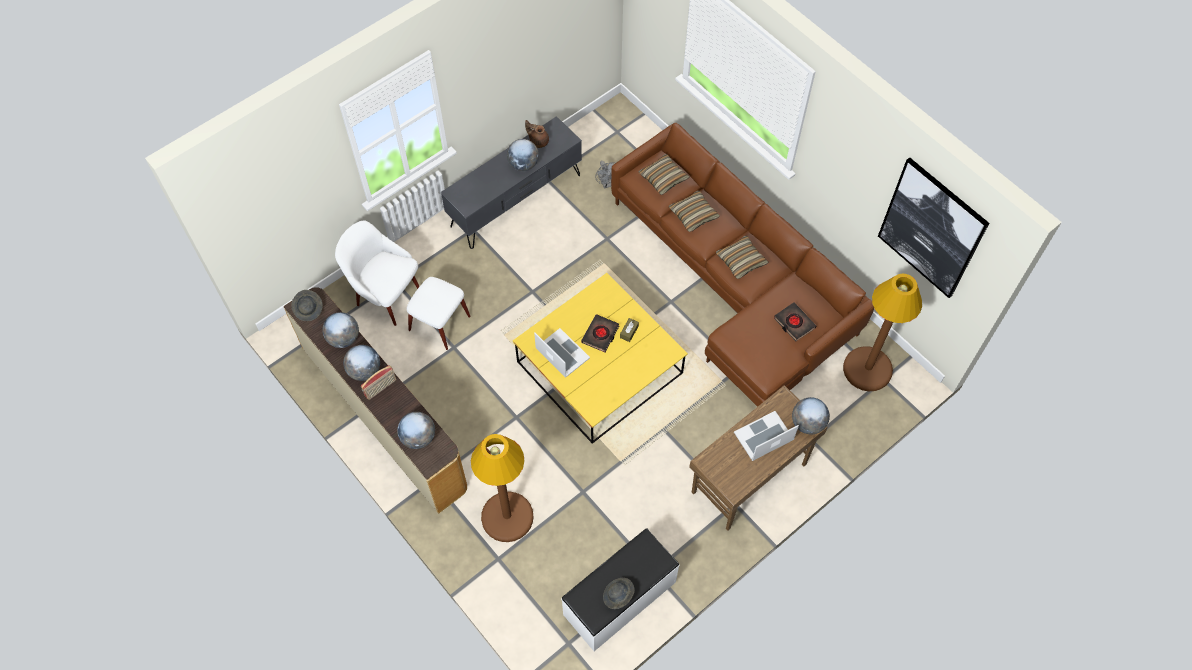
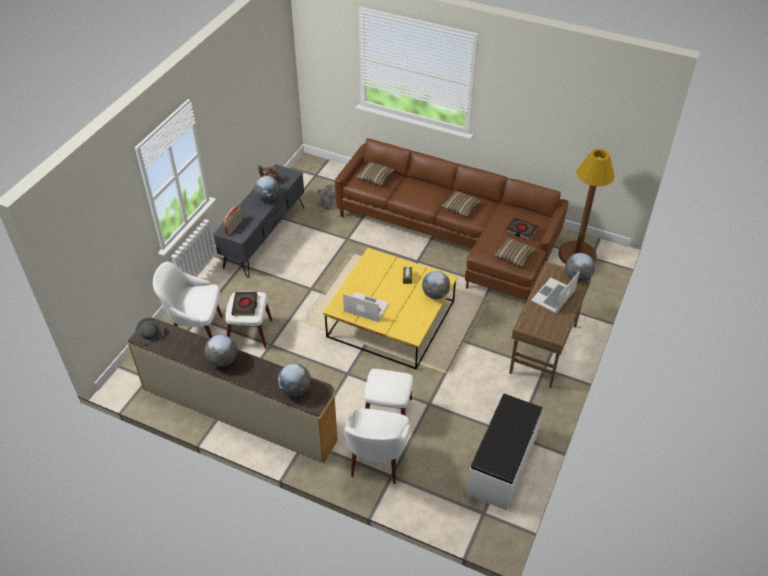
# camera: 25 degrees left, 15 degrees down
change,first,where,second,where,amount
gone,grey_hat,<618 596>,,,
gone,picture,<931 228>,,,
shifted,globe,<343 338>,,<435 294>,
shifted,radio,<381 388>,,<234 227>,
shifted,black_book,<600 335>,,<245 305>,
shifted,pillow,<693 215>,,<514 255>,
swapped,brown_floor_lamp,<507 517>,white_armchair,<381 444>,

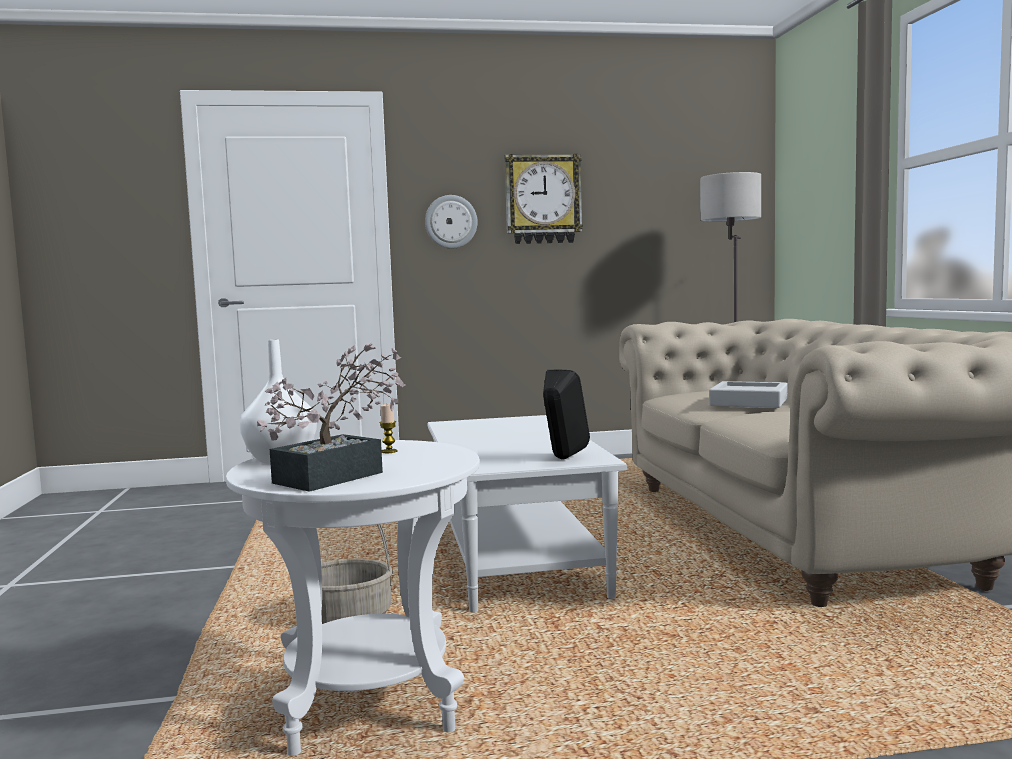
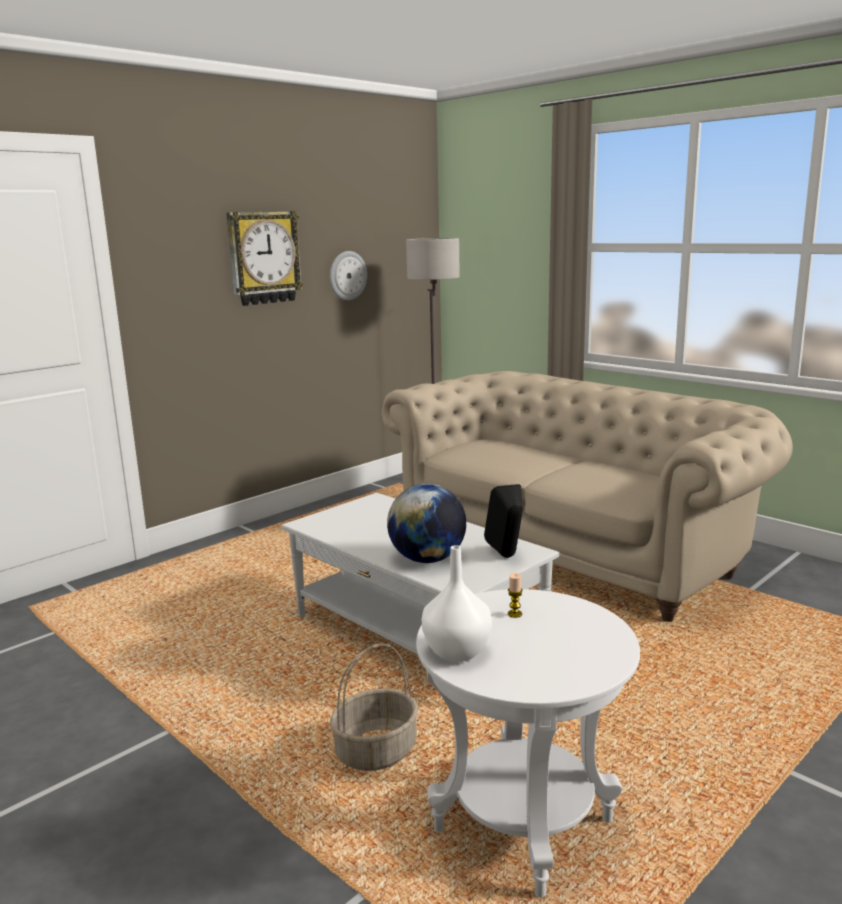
# camera: 35 degrees left, 10 degrees up
change,first,where,second,where,amount
gone,potted_plant,<339 475>,,,
gone,grey_tray,<749 402>,,,
new,,,globe,<427 559>,
shifted,wall_clock,<451 222>,,<347 275>,

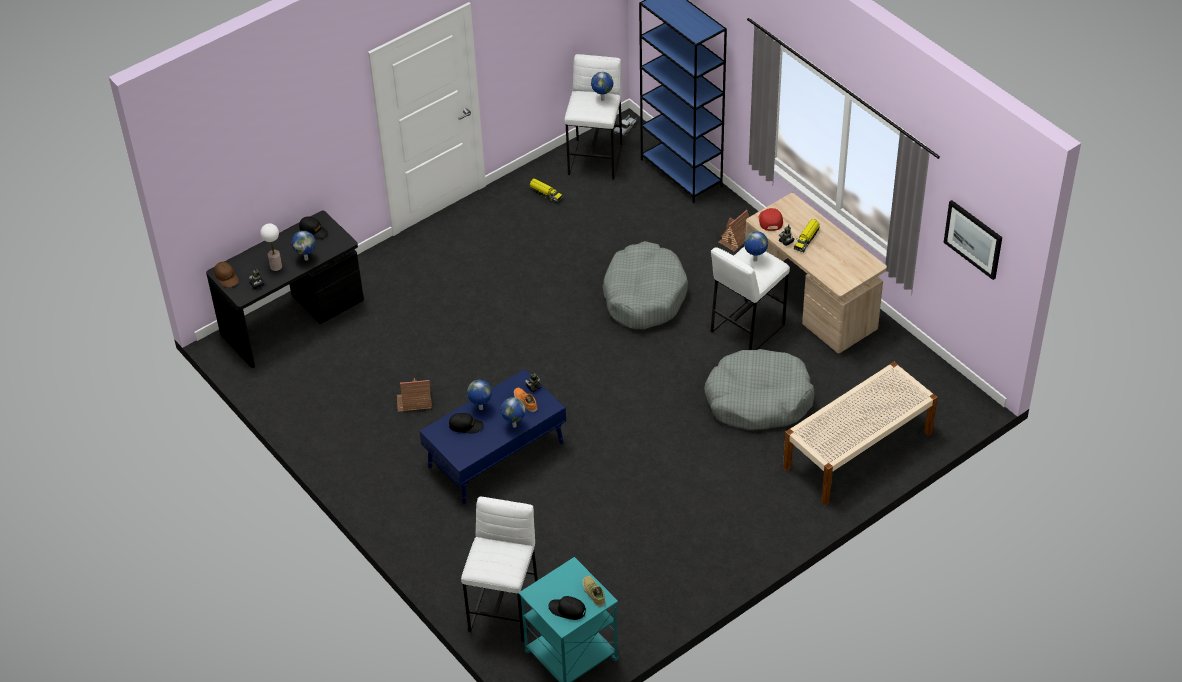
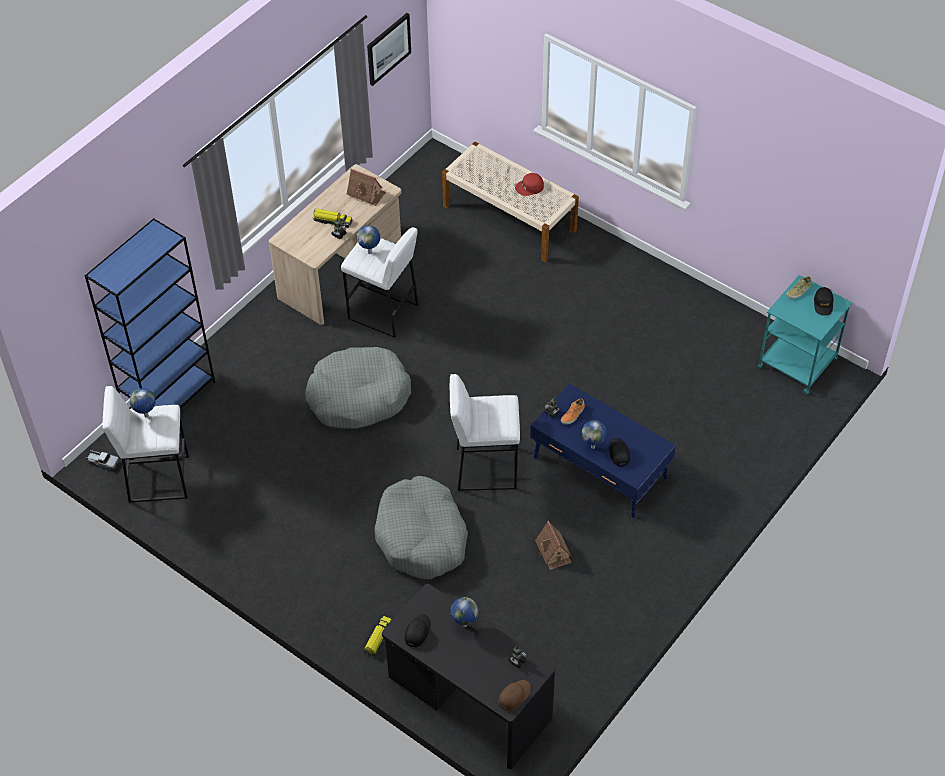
# camera: 105 degrees left, 5 degrees up
change,first,where,second,where,amount
gone,table_lamp,<276 266>,,,
gone,globe,<513 426>,,,
shifted,white_stool,<504 610>,,<485 468>,
shifted,toy_truck,<545 194>,,<378 639>,
shifted,grey_dog_bed,<758 400>,,<421 536>,
shifted,toy_house,<736 238>,,<366 193>,
shifted,red_cap,<770 220>,,<529 187>,

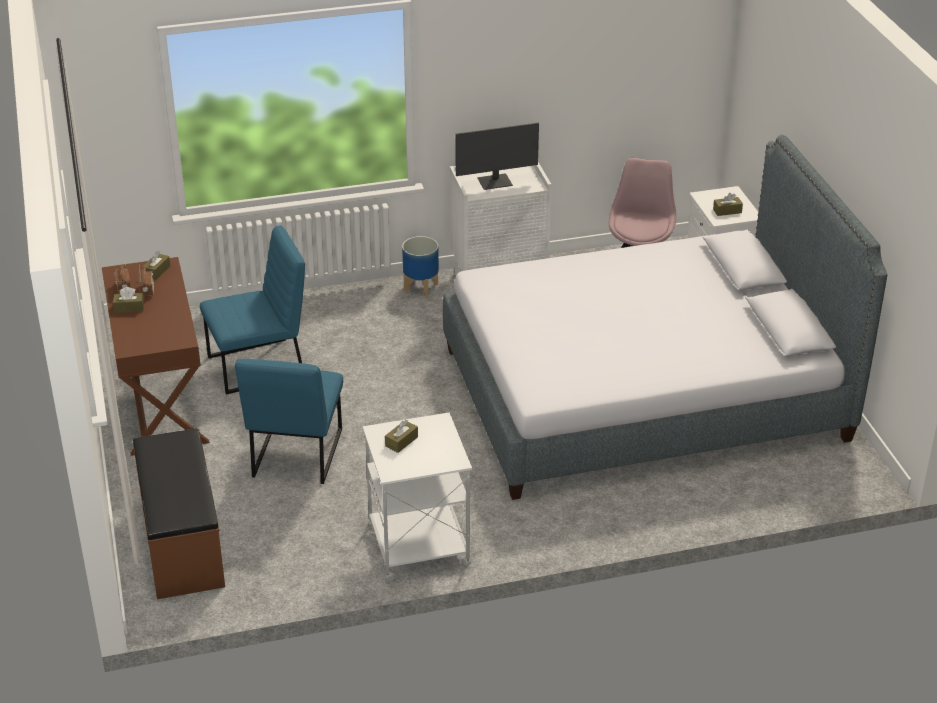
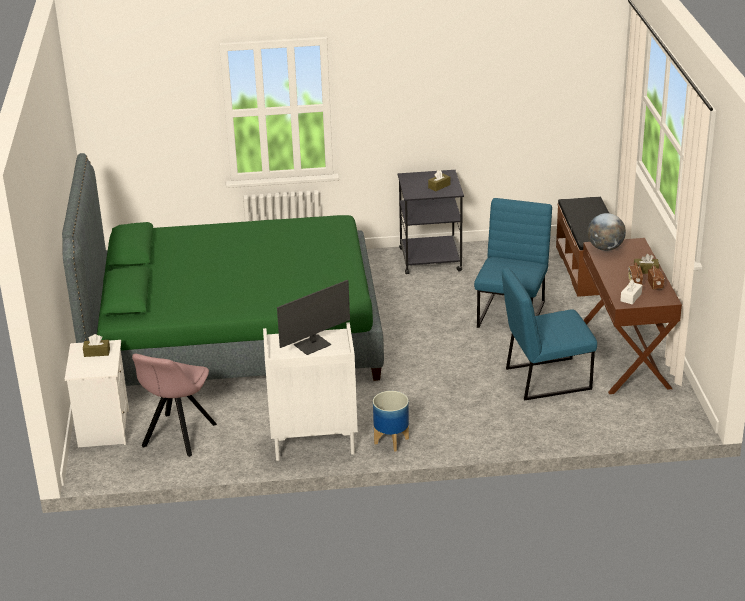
# camera: 170 degrees left, 5 degrees down
change,first,where,second,where,amount
new,,,globe,<605 248>,
repainted,brown_tissue_box,<157 271>,white_tissue_box,<631 297>,
repainted,white_cart,<417 545>,black_cart,<431 259>,
repainted,grey_bed,<644 393>,green_bed,<233 337>,
rotated,monitor,<495 182>,,<313 345>,150 degrees clockwise

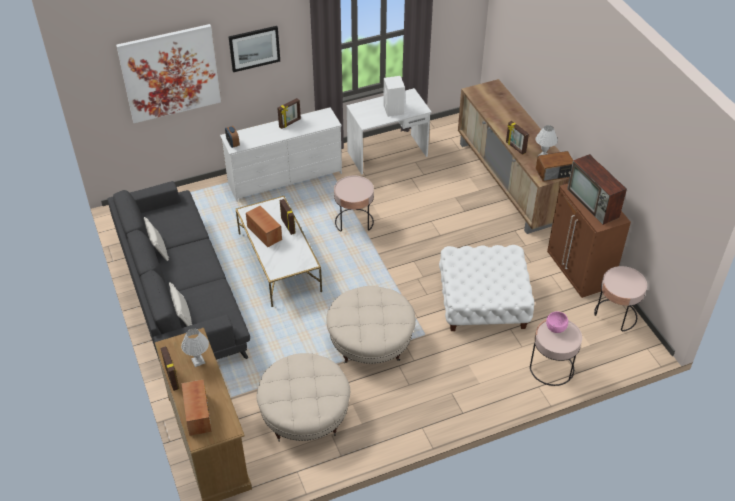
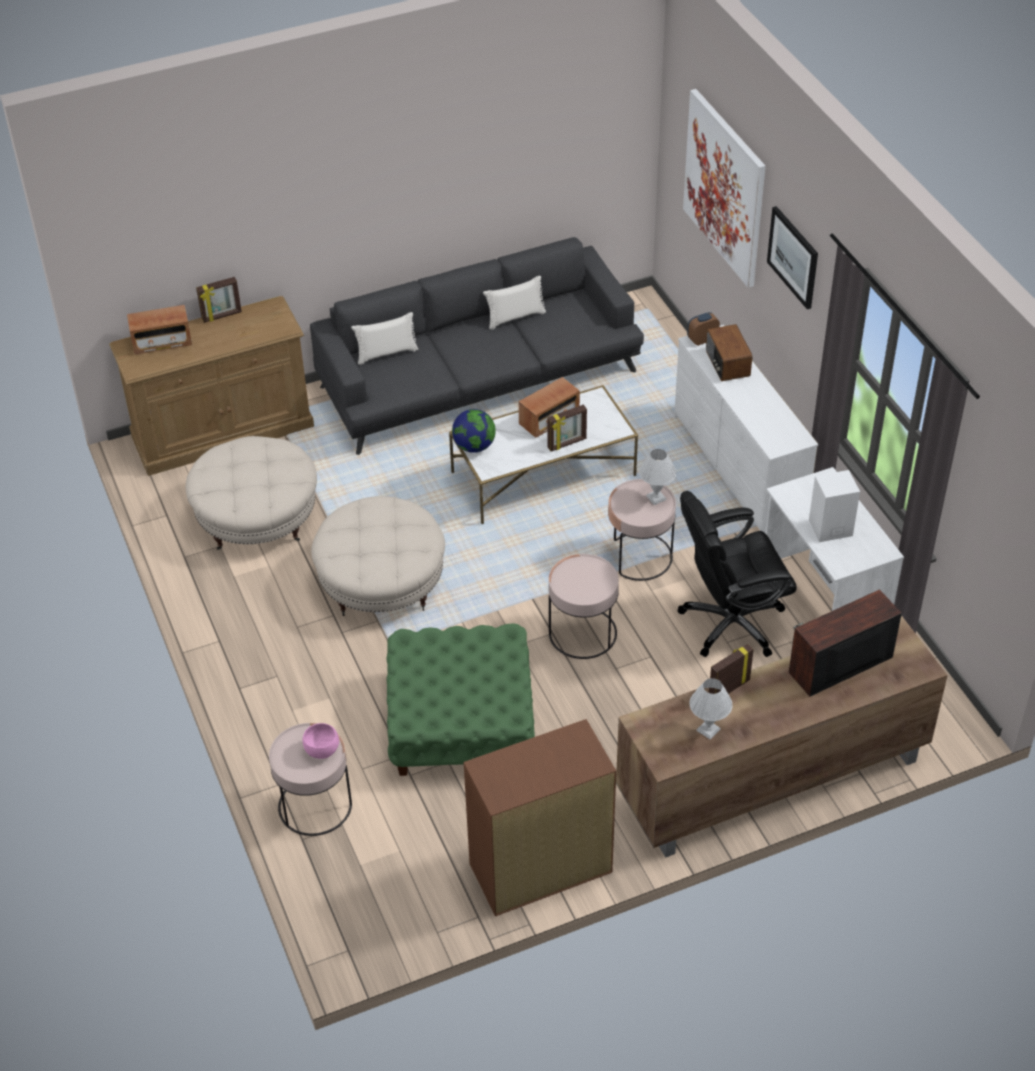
# camera: 90 degrees right, 0 degrees up
change,first,where,second,where,amount
gone,picture_frame,<290 123>,,,
new,,,globe,<474 446>,
new,,,black_office_chair,<732 623>,
shifted,white_table_lamp,<198 361>,,<656 497>,
shifted,radio,<554 173>,,<727 363>,
shifted,television,<594 204>,,<839 666>,
shifted,pink_side_table,<615 315>,,<582 633>,
repainted,white_ottoman,<483 301>,green_ottoman,<460 722>,

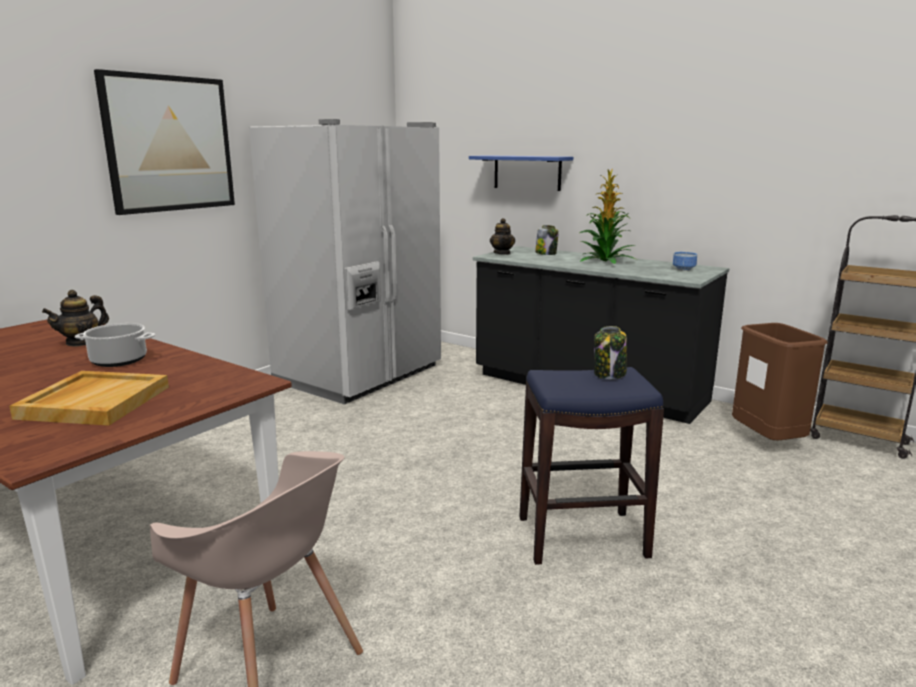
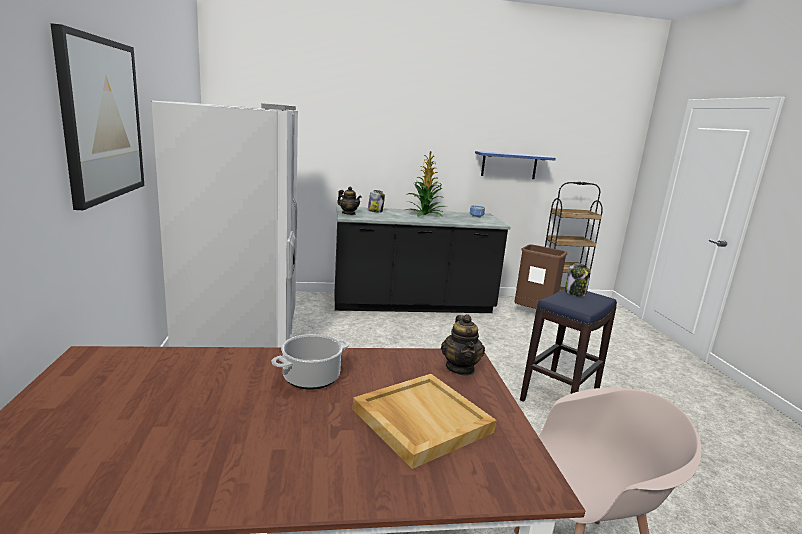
# camera: 45 degrees left, 0 degrees up
change,first,where,second,where,amount
shifted,teapot,<81 342>,,<460 368>,
shifted,blue_shelf,<527 172>,,<509 165>,

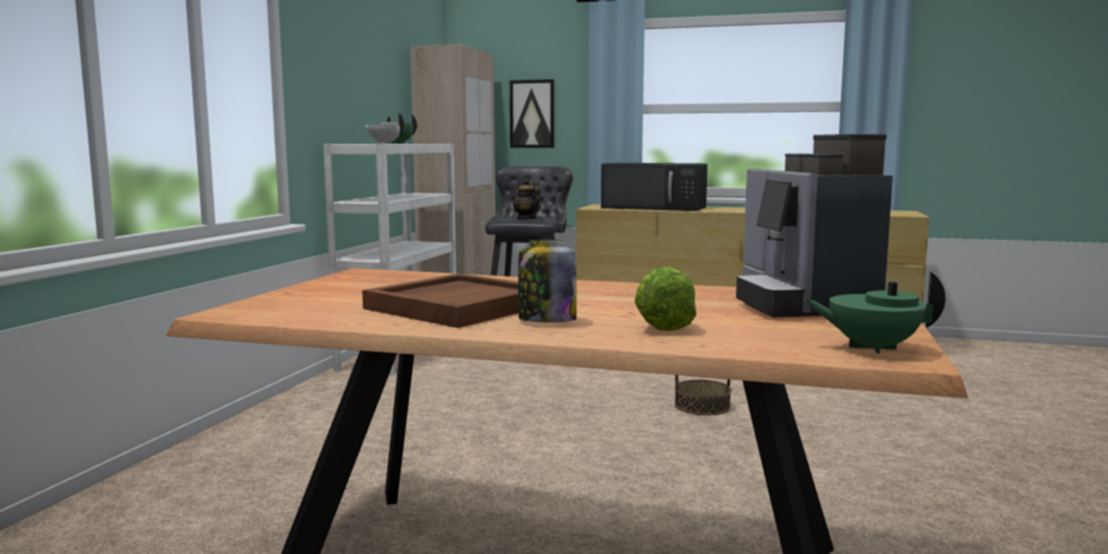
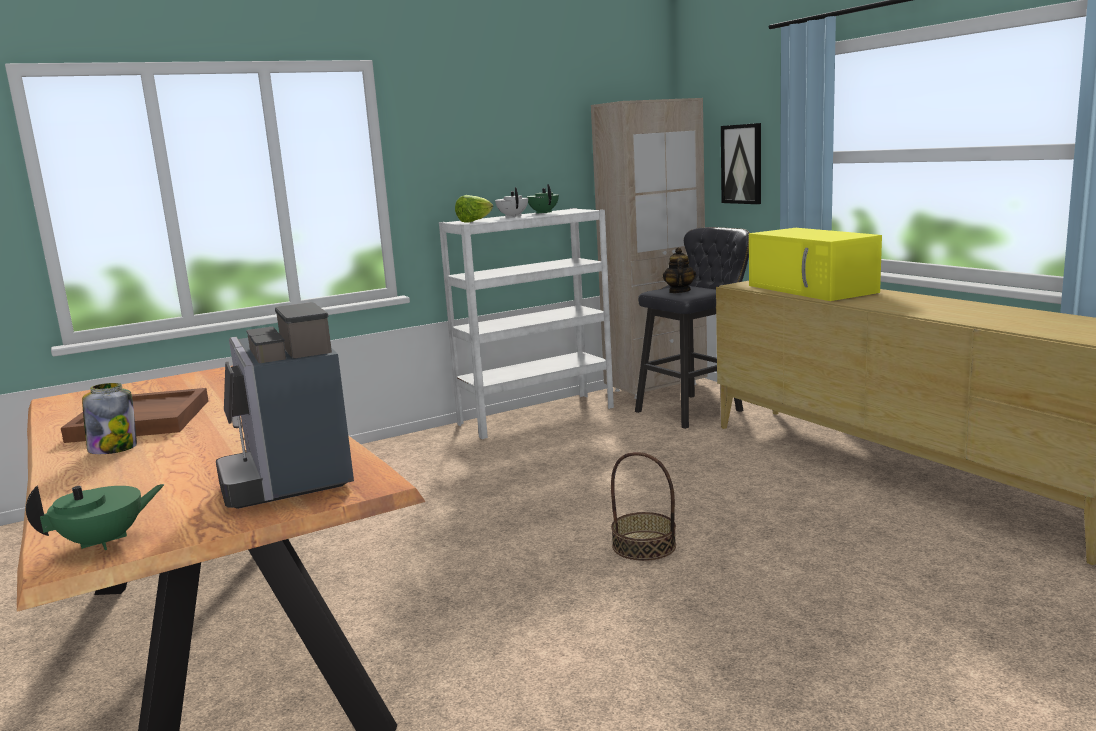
# camera: 45 degrees right, 5 degrees up
change,first,where,second,where,amount
shifted,lettuce,<662 325>,,<474 221>,
repainted,black_microwave,<655 207>,yellow_microwave,<813 289>,
rotated,coffee_machine,<801 304>,,<289 477>,60 degrees counterclockwise
rotated,green_teapot,<871 348>,,<104 542>,90 degrees clockwise

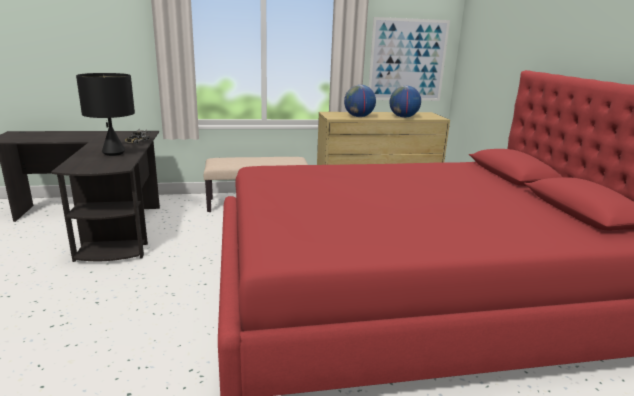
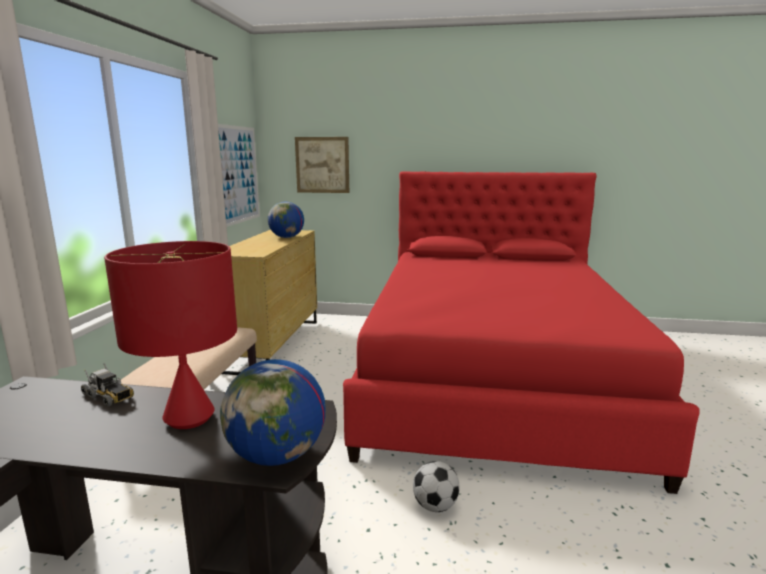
# camera: 70 degrees left, 5 degrees down
change,first,where,second,where,amount
new,,,picture,<322 165>,
new,,,football,<435 506>,
shifted,globe,<358 117>,,<277 456>,
repainted,black_table_lamp,<114 153>,red_table_lamp,<189 419>,

